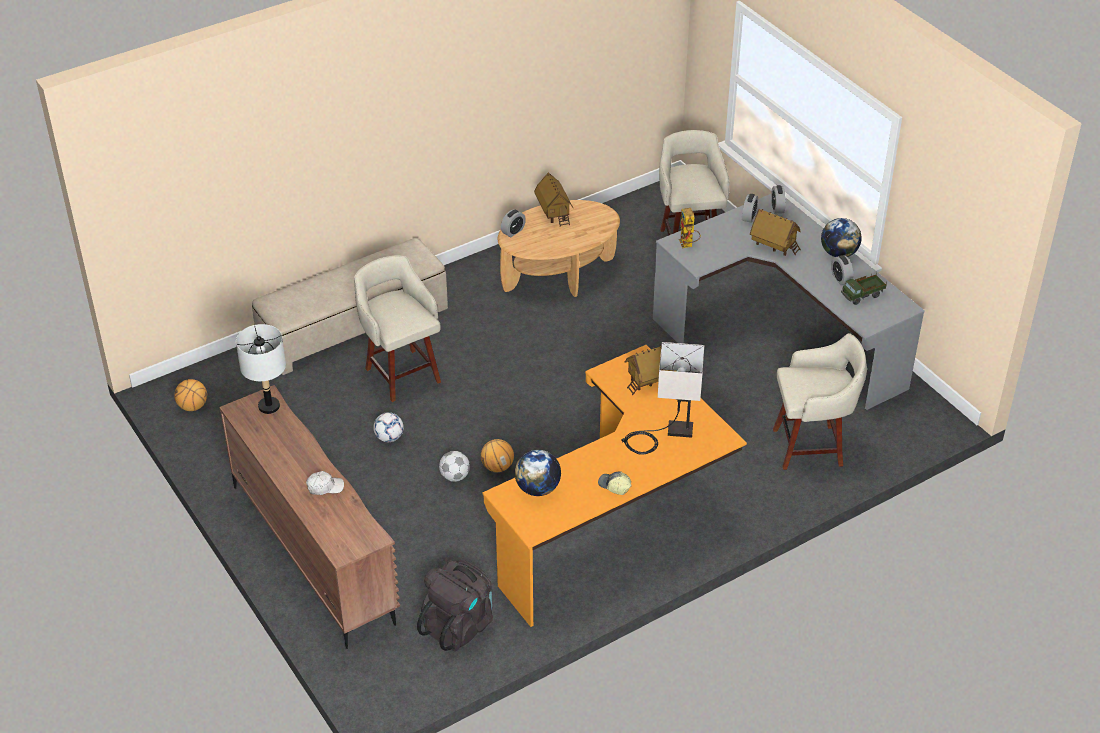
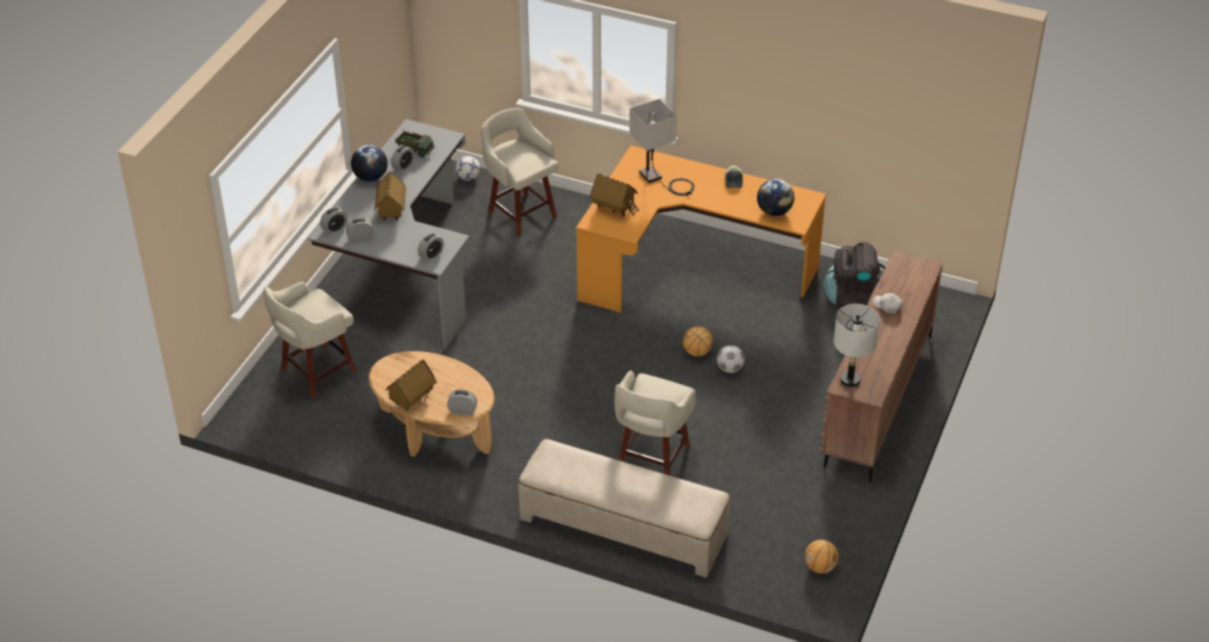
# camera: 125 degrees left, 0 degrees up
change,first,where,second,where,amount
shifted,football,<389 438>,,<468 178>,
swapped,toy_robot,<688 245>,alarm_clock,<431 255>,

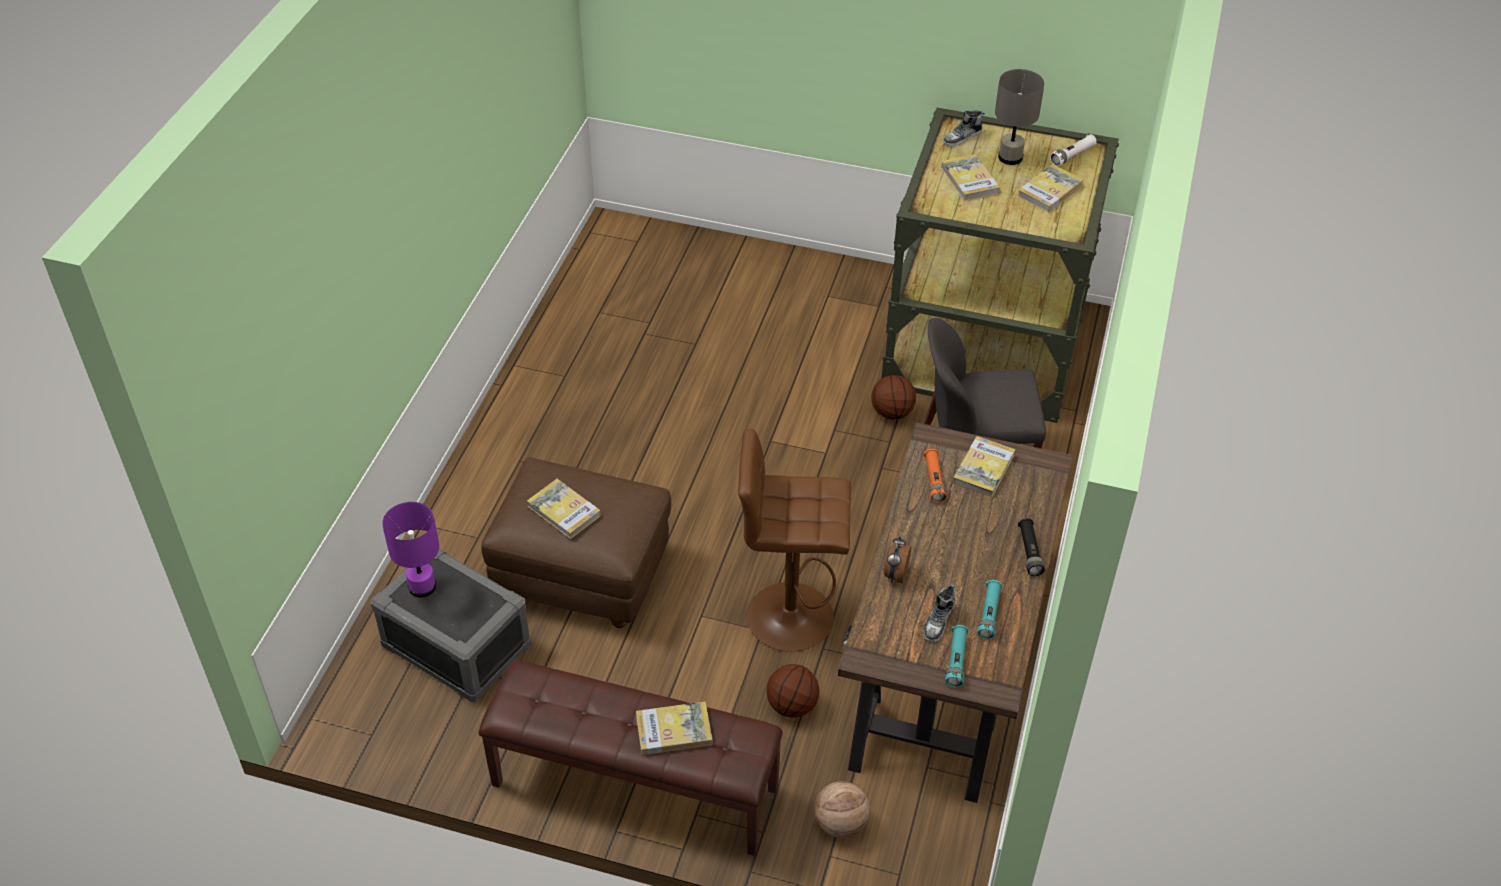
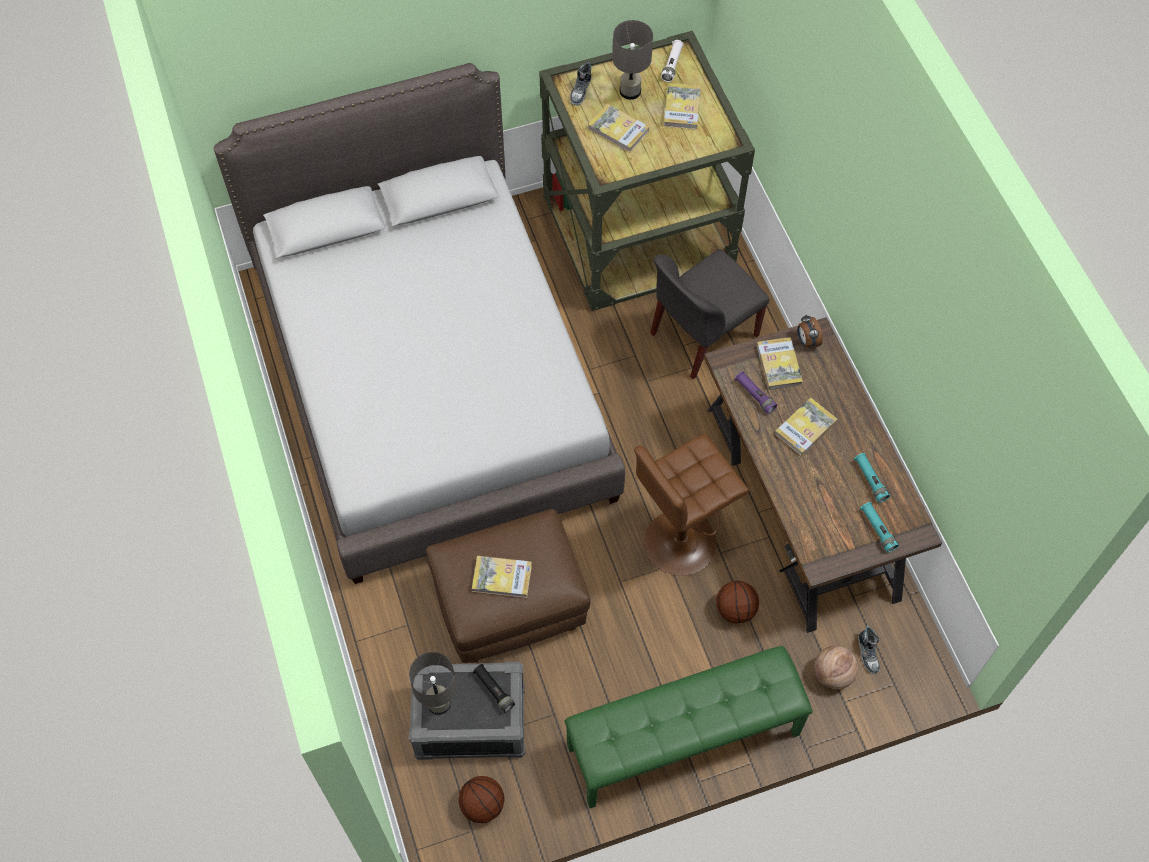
# camera: 35 degrees left, 15 degrees up
change,first,where,second,where,amount
new,,,grey_bed,<433 383>,
shifted,book,<674 730>,,<805 428>,
shifted,basketball,<892 413>,,<483 805>,
shifted,alarm_clock,<895 575>,,<807 341>,
shifted,shoe,<938 621>,,<868 653>,
shifted,black_flashlight,<1029 552>,,<494 690>,
repainted,purple_table_lamp,<422 587>,grey_table_lamp,<439 703>,
repainted,brown_bench,<634 787>,green_bench,<683 741>,
repainted,orange_flashlight,<934 481>,purple_flashlight,<755 395>,

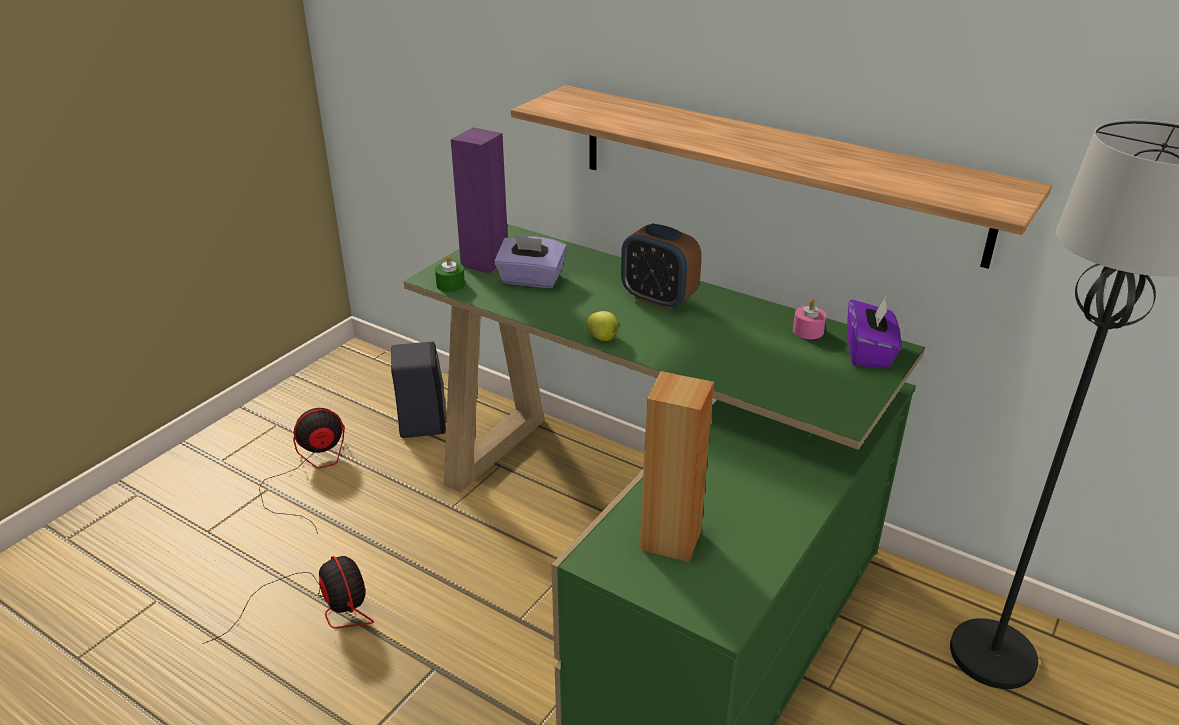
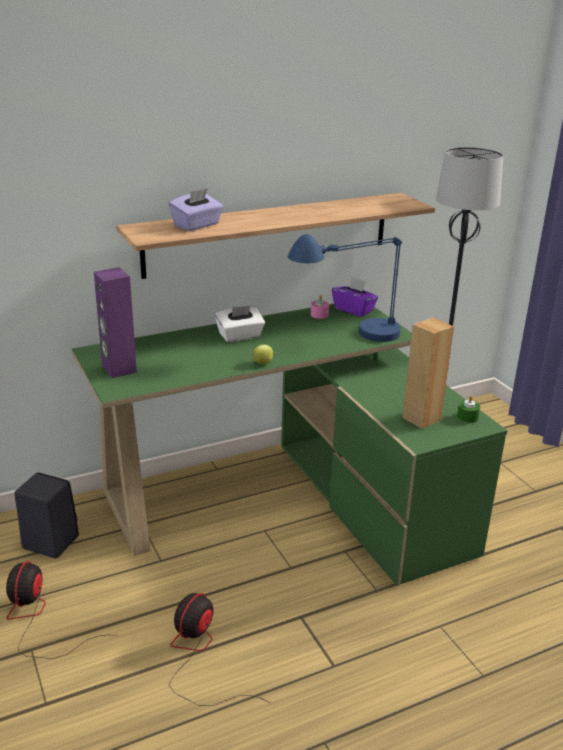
# camera: 60 degrees left, 5 degrees down
change,first,where,second,where,amount
new,,,blue_table_lamp,<347 339>,
shifted,green_candle,<450 285>,,<467 417>,
shifted,purple_tissue_box,<531 280>,,<197 225>,
swapped,alarm_clock,<658 299>,white_tissue_box,<240 336>,
rotated,fan,<319 608>,,<199 657>,60 degrees counterclockwise

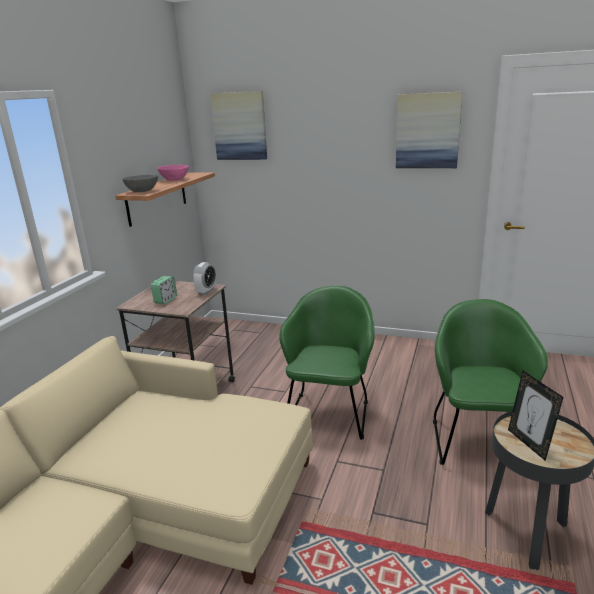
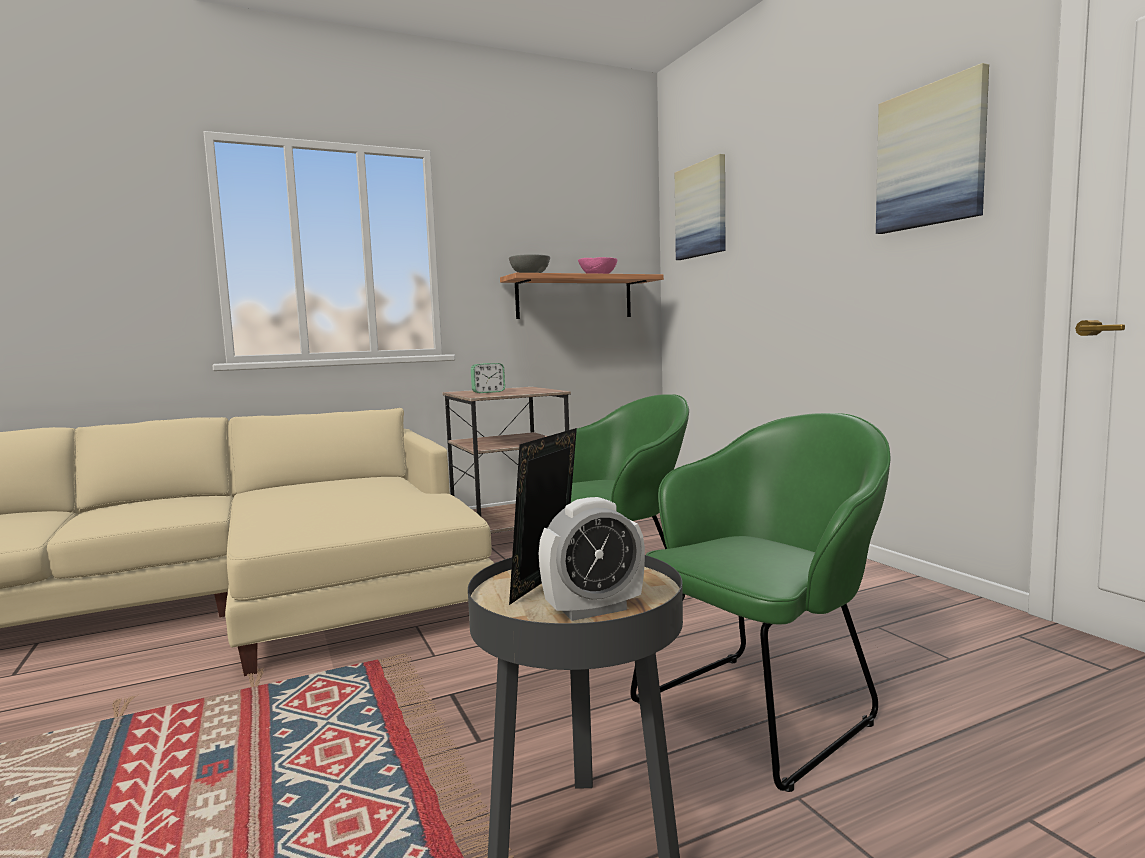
# camera: 45 degrees right, 15 degrees down
change,first,where,second,where,amount
shifted,alarm_clock,<206 291>,,<593 610>,

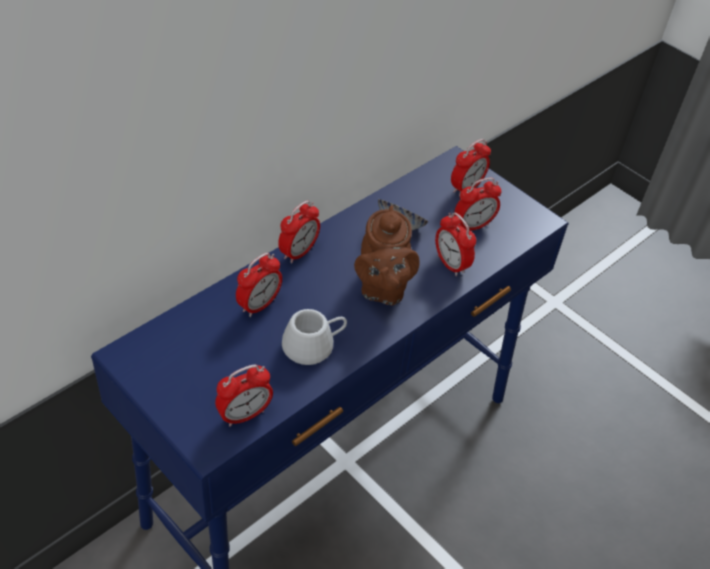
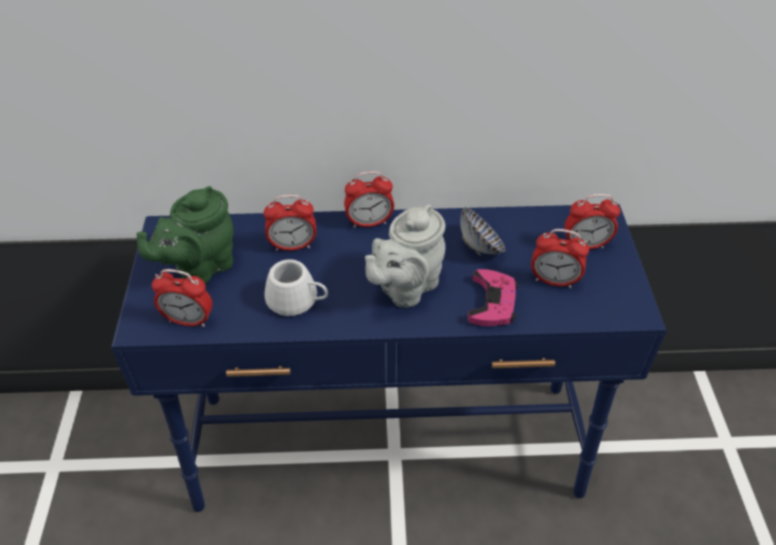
# camera: 45 degrees right, 0 degrees up
change,first,where,second,where,amount
new,,,green_teapot,<200 268>,
swapped,alarm_clock,<451 264>,pink_game_controller,<492 302>,
repainted,brown_teapot,<382 288>,grey_teapot,<405 288>,

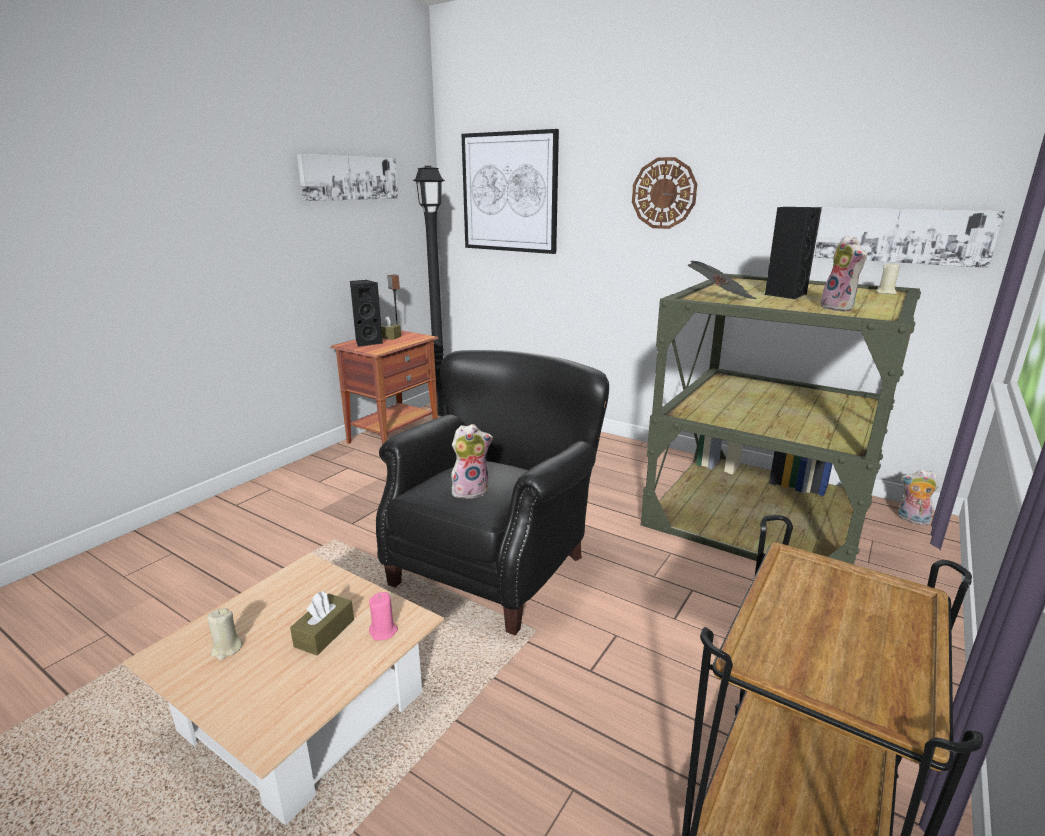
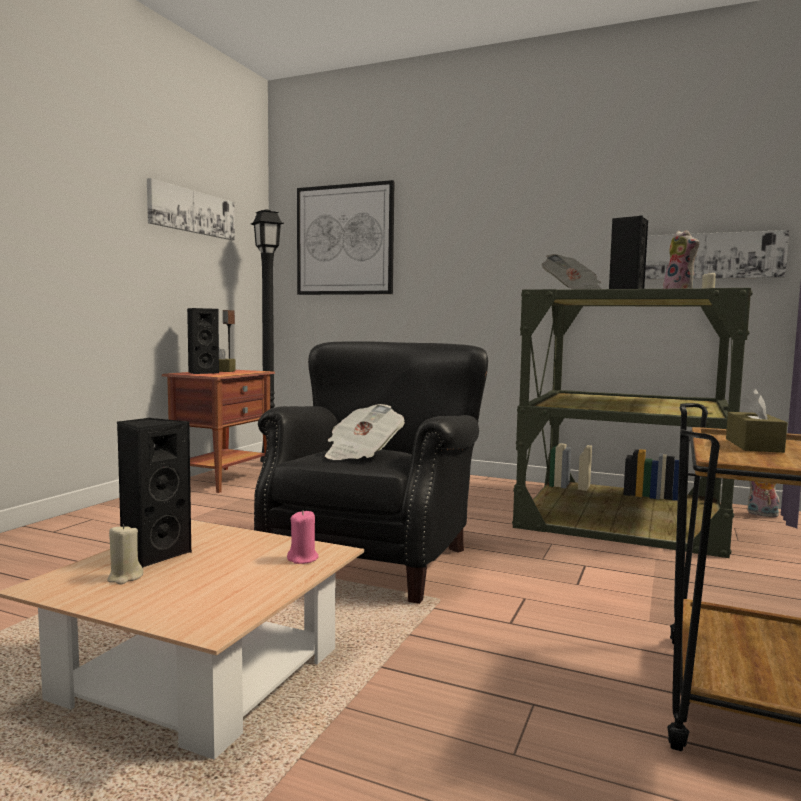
# camera: 10 degrees left, 15 degrees down
change,first,where,second,where,amount
gone,wall_clock,<664 193>,,,
new,,,black_speaker,<153 554>,
shifted,brown_tissue_box,<324 633>,,<753 445>,
swapped,plush_toy,<470 490>,newspaper,<361 454>,

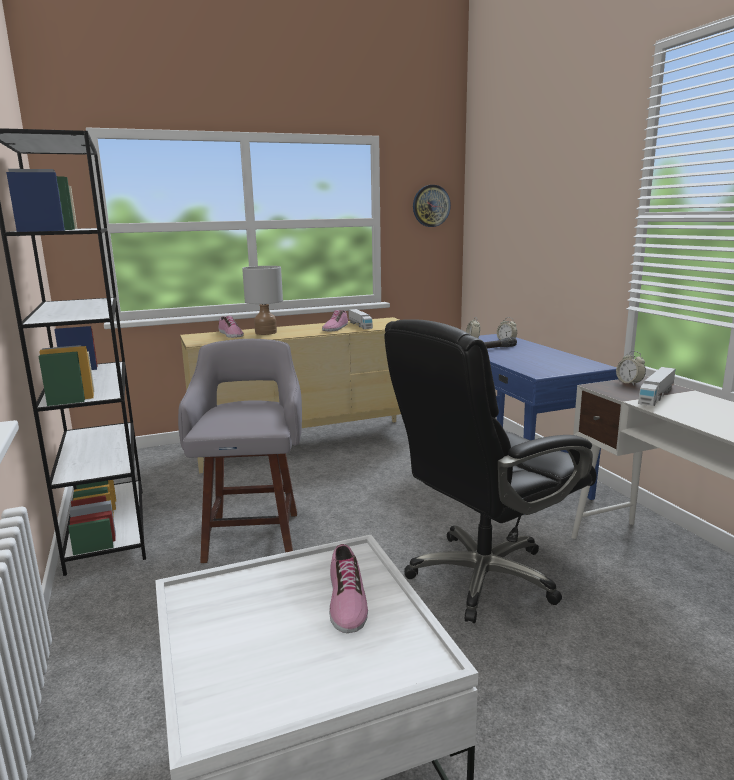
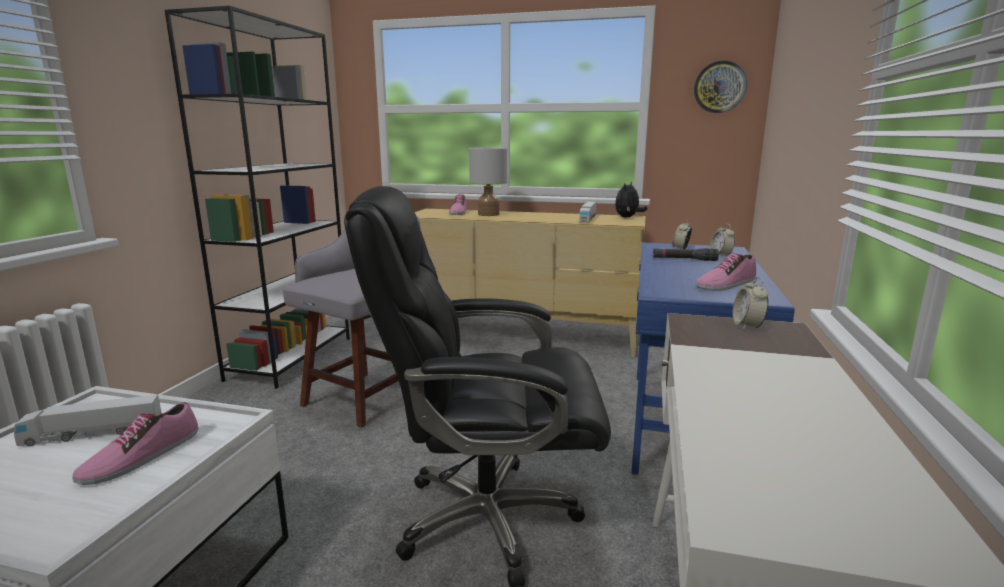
# camera: 35 degrees right, 0 degrees up
change,first,where,second,where,amount
new,,,plush_toy,<628 217>,
shifted,shoe,<335 328>,,<725 284>,
shifted,toy_truck,<656 396>,,<94 433>,

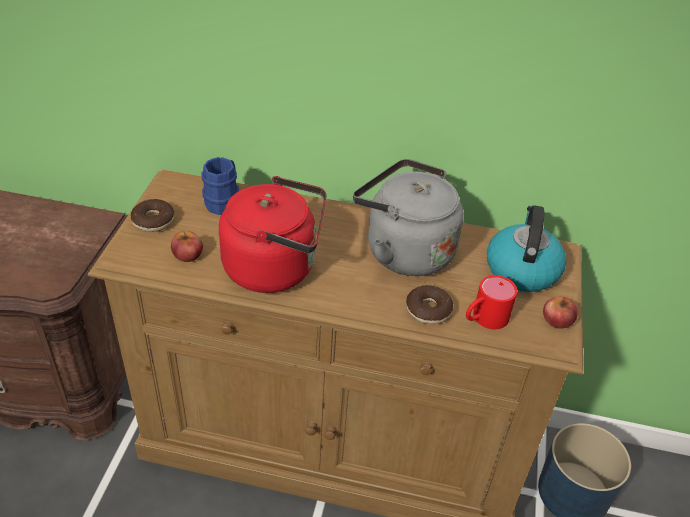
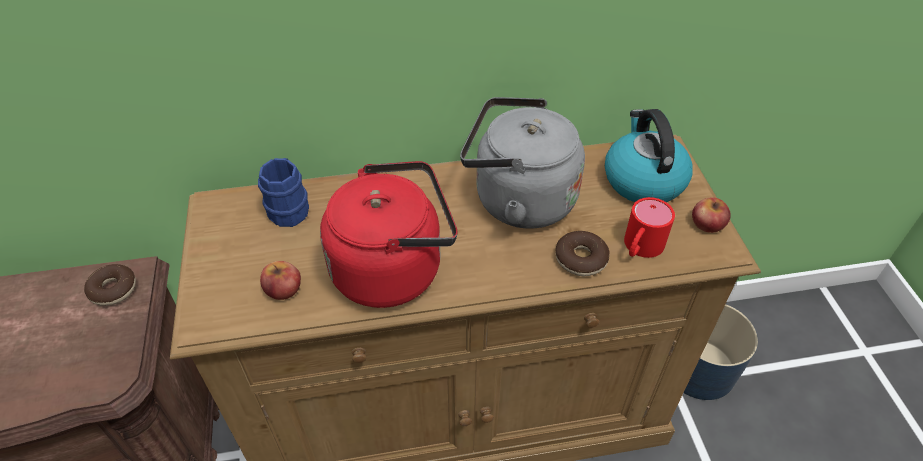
# camera: 20 degrees left, 5 degrees up
change,first,where,second,where,amount
shifted,donut,<153 221>,,<113 289>,

